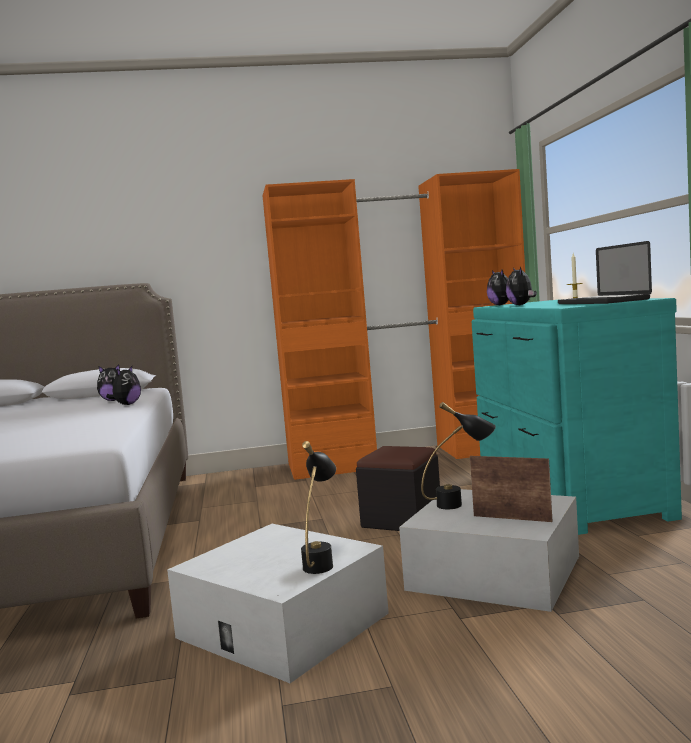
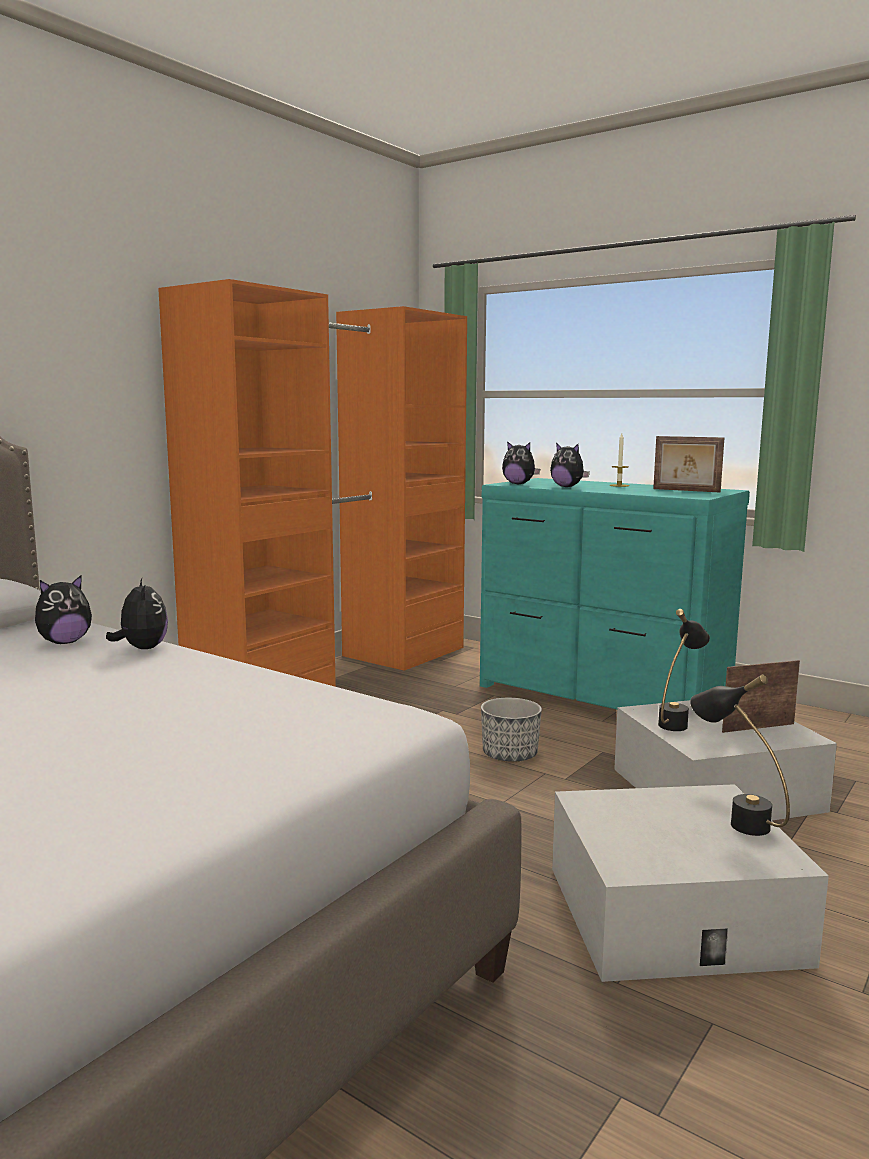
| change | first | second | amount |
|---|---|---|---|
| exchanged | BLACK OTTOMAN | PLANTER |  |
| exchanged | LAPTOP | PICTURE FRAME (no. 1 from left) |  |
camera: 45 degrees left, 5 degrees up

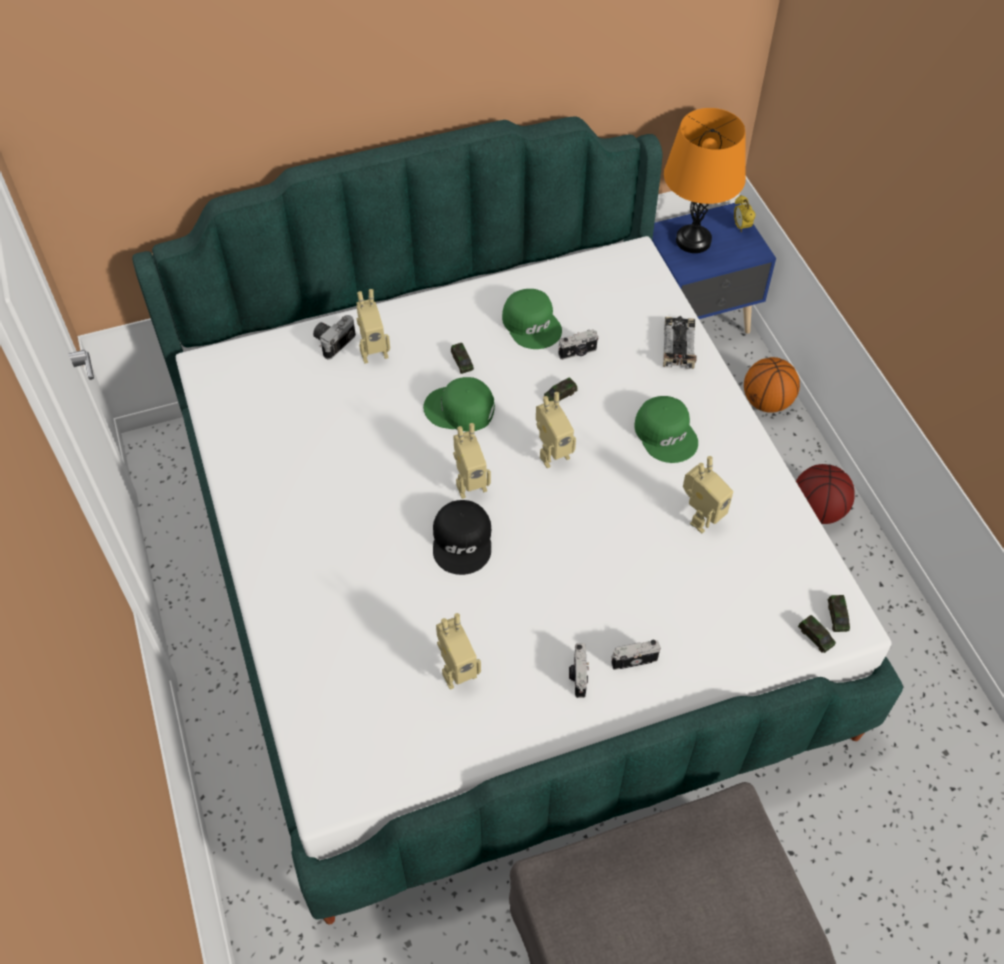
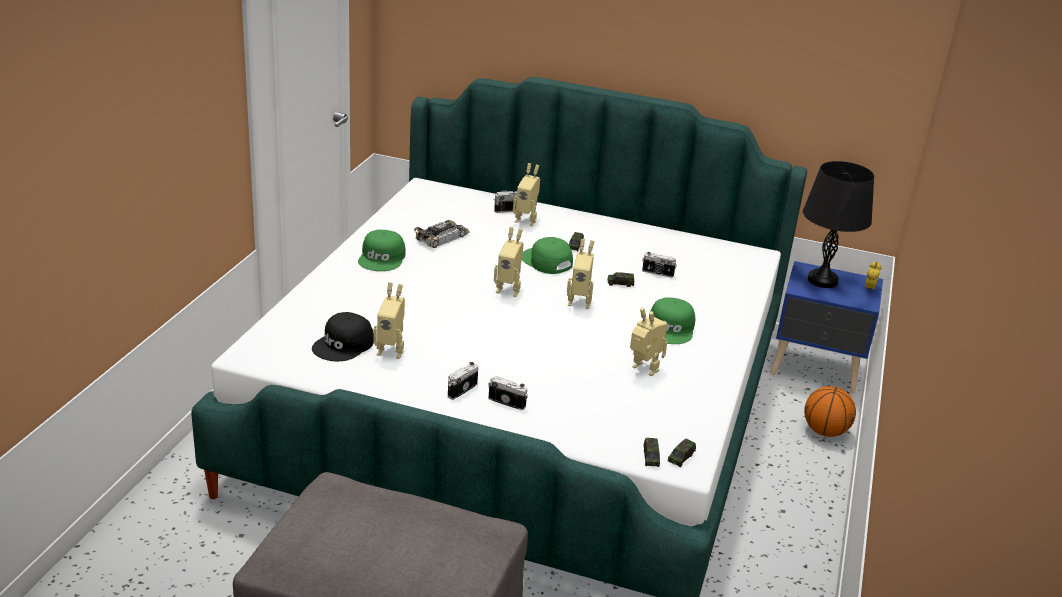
| change | first | second | amount |
|---|---|---|---|
| relocated | BLACK CAP |  |  |
| relocated | GREEN CAP (no. 2 from left in the first image) | GREEN CAP (no. 1 from left) |  |
| relocated | TOY CAR (no. 3 from left in the first image) | TOY CAR (no. 1 from left) |  |
| spun | TOY ROBOT (no. 5 from left) |  | 135 degrees counterclockwise |
| colour | ORANGE TABLE LAMP | BLACK TABLE LAMP |  |
| missing | BASKETBALL (no. 2 from left) |  |  |
camera: 35 degrees right, 25 degrees down

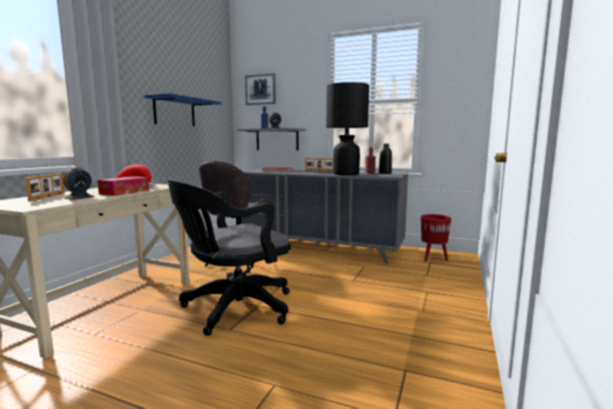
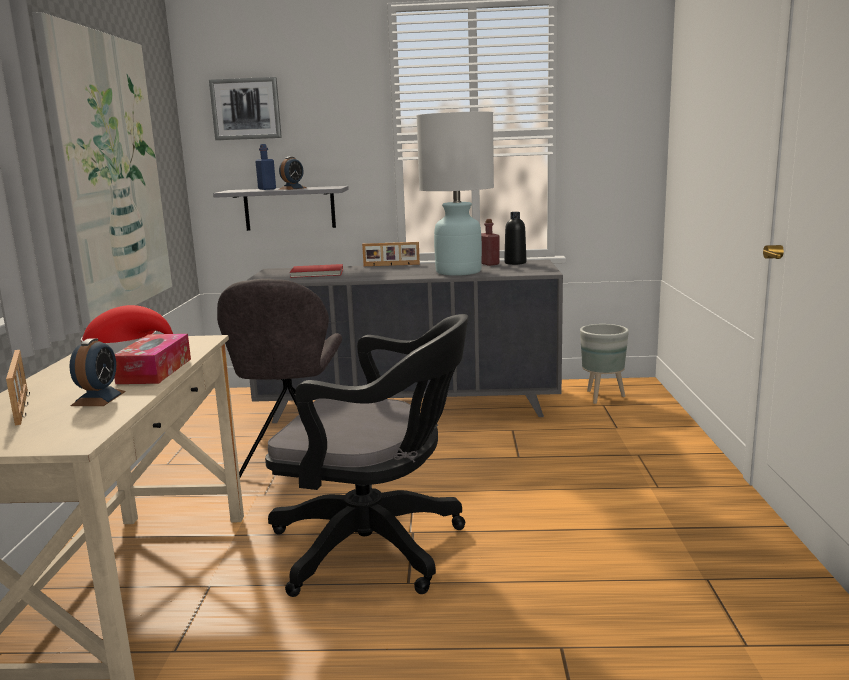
| change | first | second | amount |
|---|---|---|---|
| exchanged | BLUE SHELF | PICTURE (no. 1 from left) |  |
| spun | BLACK OFFICE CHAIR |  | 105 degrees counterclockwise |
| colour | BLACK TABLE LAMP | WHITE TABLE LAMP |  |
| colour | RED PLANTER | GREY PLANTER |  |
camera: 20 degrees left, 5 degrees up

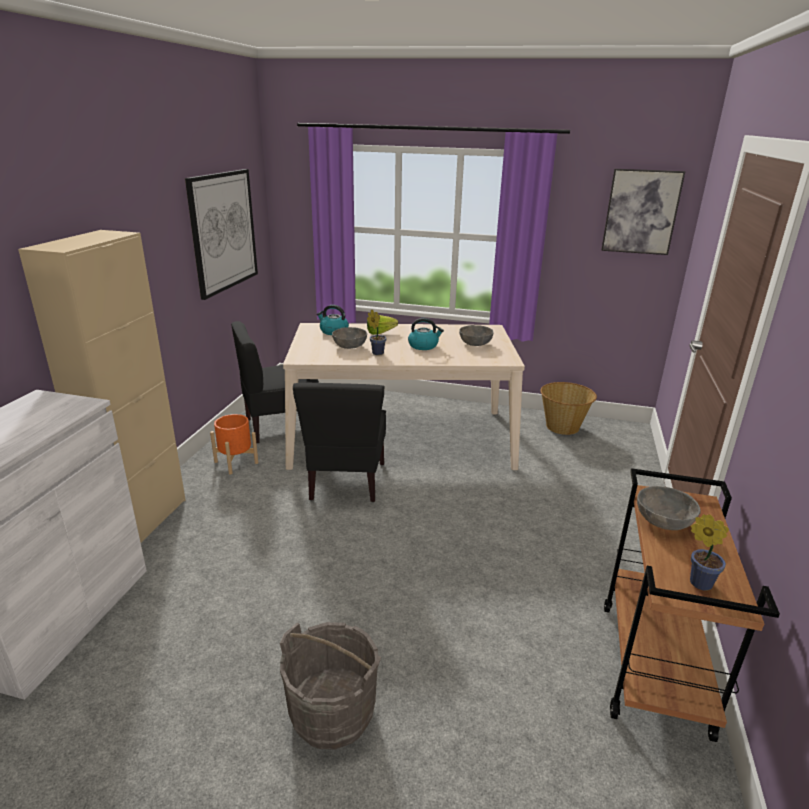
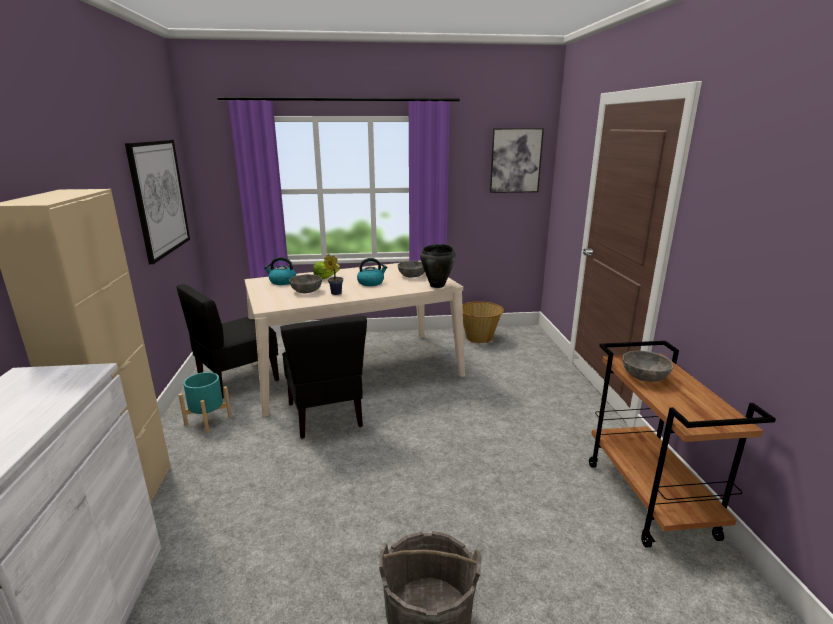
| change | first | second | amount |
|---|---|---|---|
| colour | ORANGE PLANTER | TURQUOISE PLANTER |  |
| appeared |  | BLACK COOKING POT |  |
| missing | POTTED PLANT (no. 2 from left) |  |  |
camera: 20 degrees left, 5 degrees down

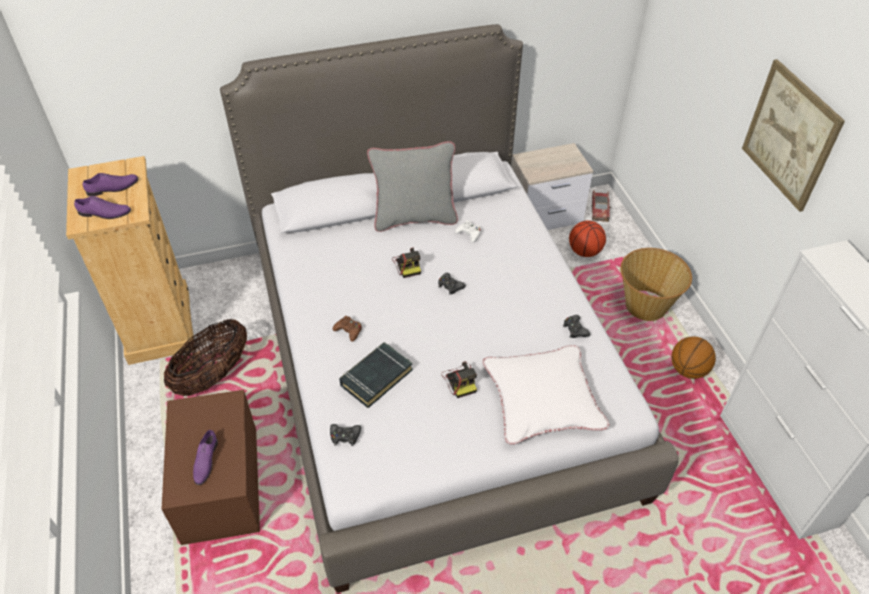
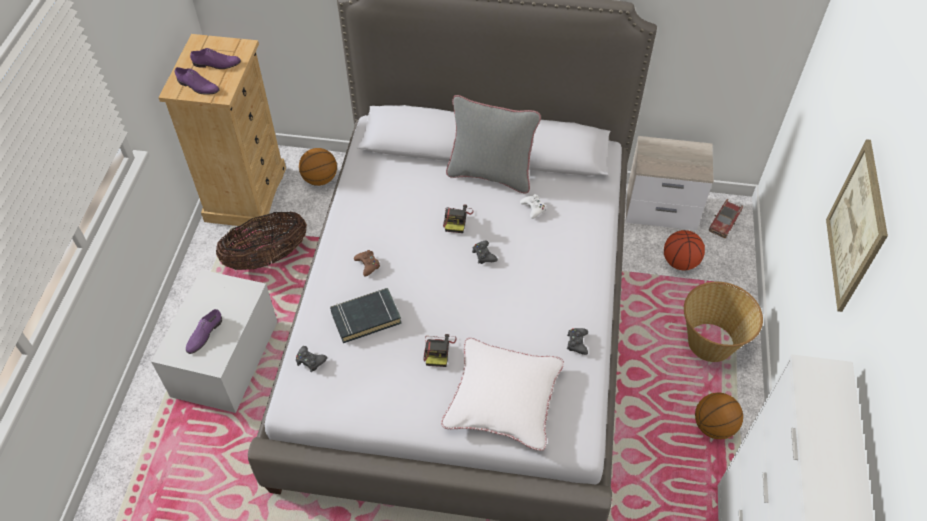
| change | first | second | amount |
|---|---|---|---|
| colour | BROWN STORAGE BOX | WHITE STORAGE BOX |  |
| appeared |  | BASKETBALL (no. 1 from left) |  |
camera: 25 degrees right, 5 degrees up

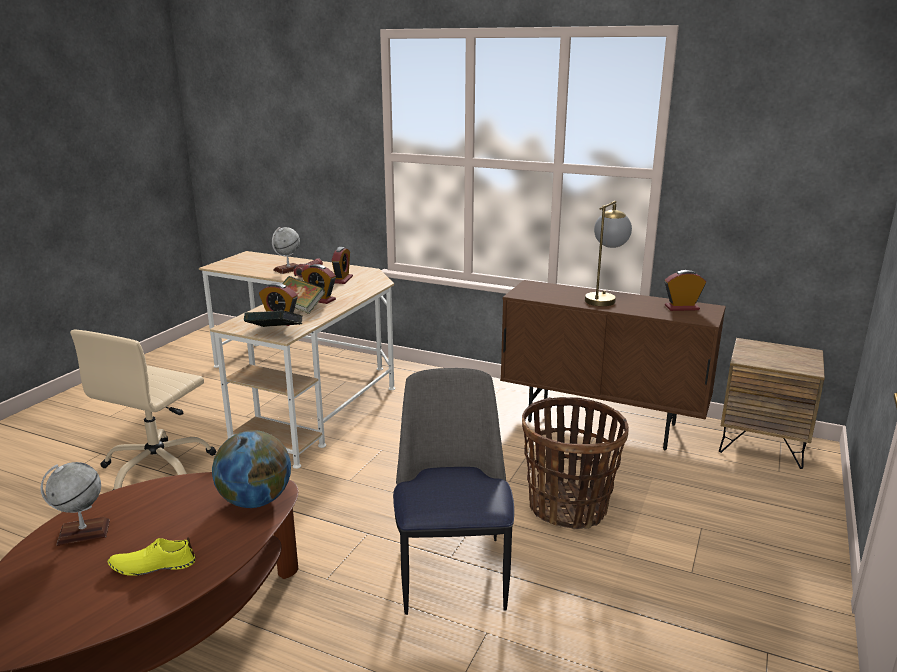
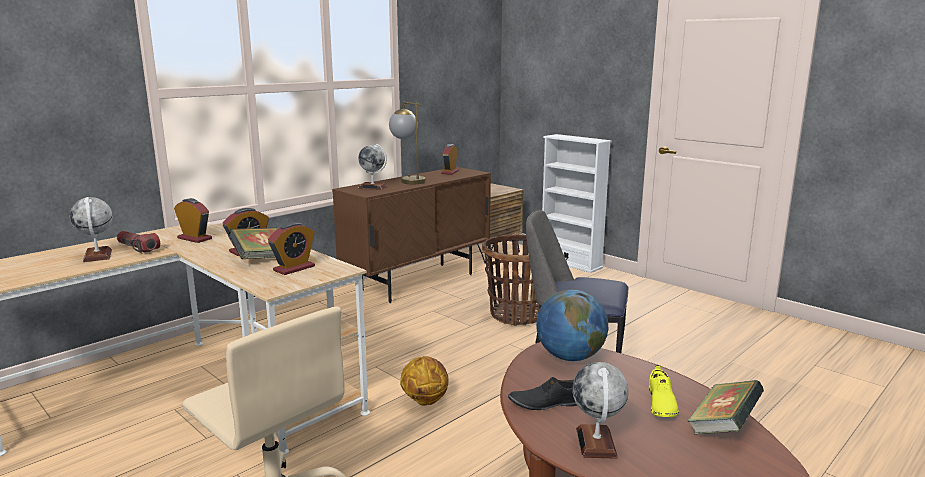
| change | first | second | amount |
|---|---|---|---|
| appeared |  | GLOBE (no. 2 from left) |  |
| appeared |  | BASKETBALL |  |
| appeared |  | BLACK SHOE |  |
| appeared |  | WHITE BOOKCASE |  |
| relocated | BOOK (no. 1 from left in the first image) | BOOK (no. 2 from left) |  |
camera: 70 degrees left, 5 degrees down

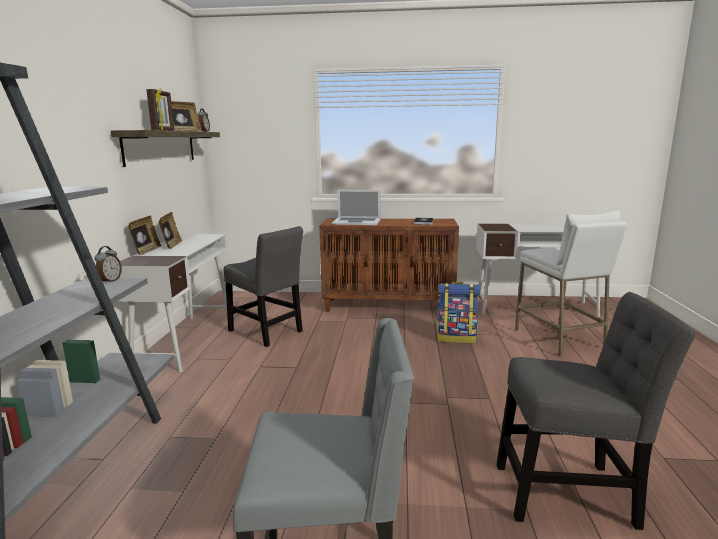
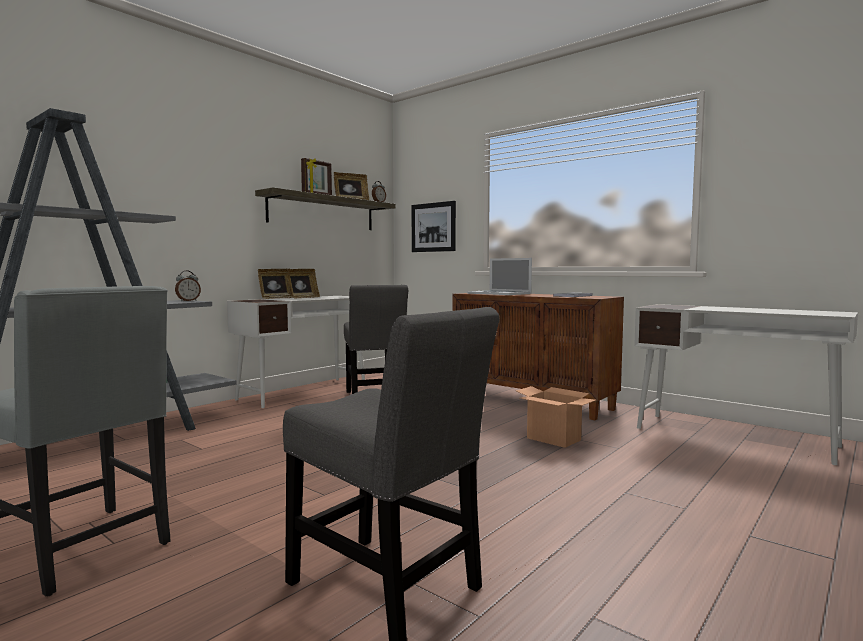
| change | first | second | amount |
|---|---|---|---|
| appeared |  | PICTURE |  |
| exchanged | BACKPACK | CARDBOARD BOX |  |
| missing | WHITE STOOL |  |  |
camera: 35 degrees right, 10 degrees down

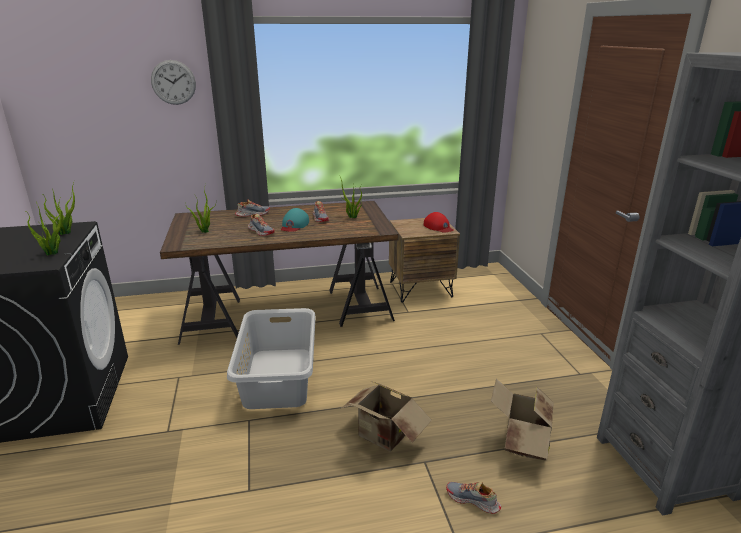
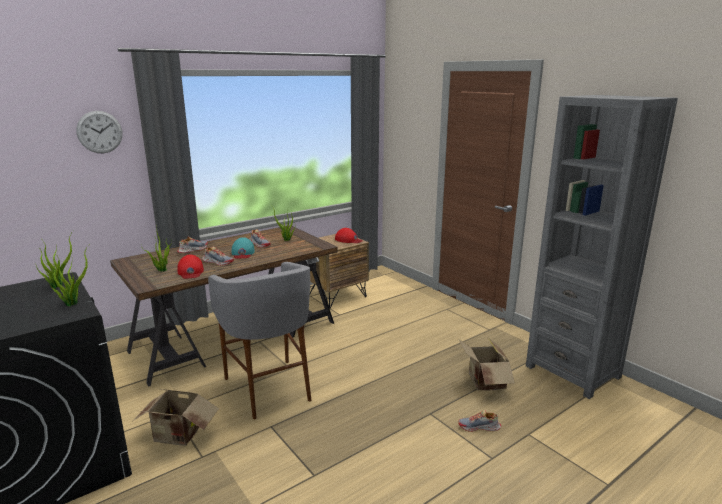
| change | first | second | amount |
|---|---|---|---|
| relocated | CARDBOARD BOX (no. 1 from left) |  |  |
| appeared |  | RED CAP (no. 1 from left) |  |
| exchanged | GREY LAUNDRY BASKET | GREY STOOL |  |
camera: 25 degrees left, 5 degrees down

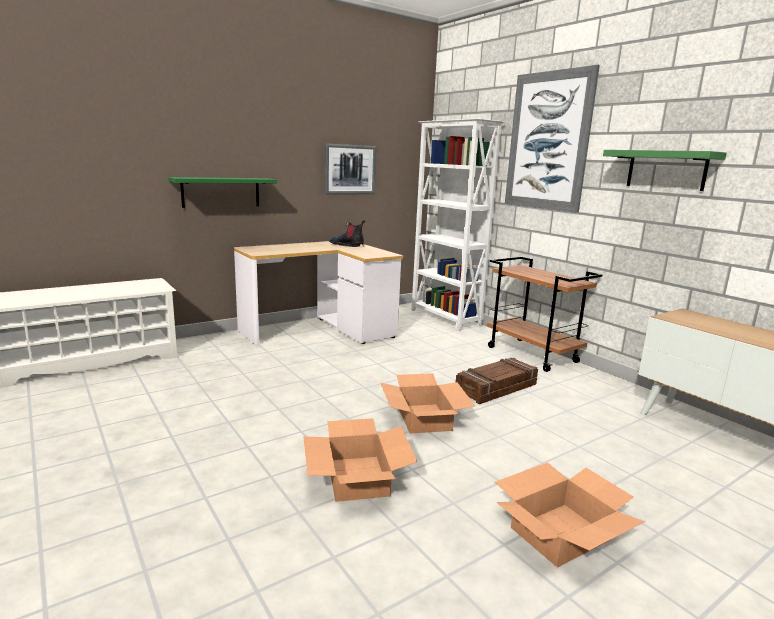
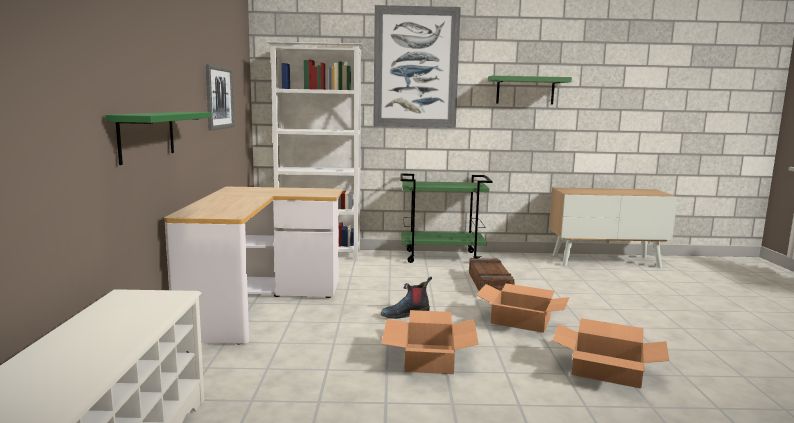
| change | first | second | amount |
|---|---|---|---|
| relocated | BOOT |  |  |
| relocated | CARDBOARD BOX (no. 3 from left in the first image) | CARDBOARD BOX (no. 1 from left) |  |
| colour | BROWN CART | GREEN CART |  |
camera: 55 degrees left, 5 degrees down

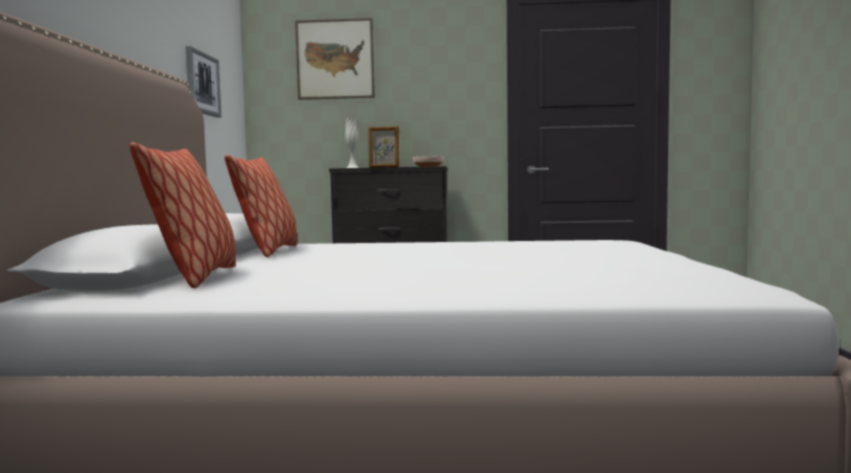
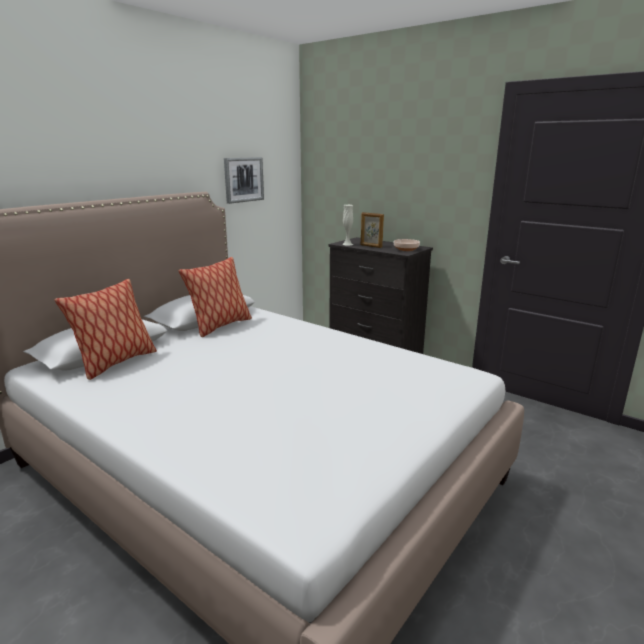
| change | first | second | amount |
|---|---|---|---|
| missing | PICTURE (no. 2 from left) |  |  |
camera: 35 degrees right, 15 degrees up

